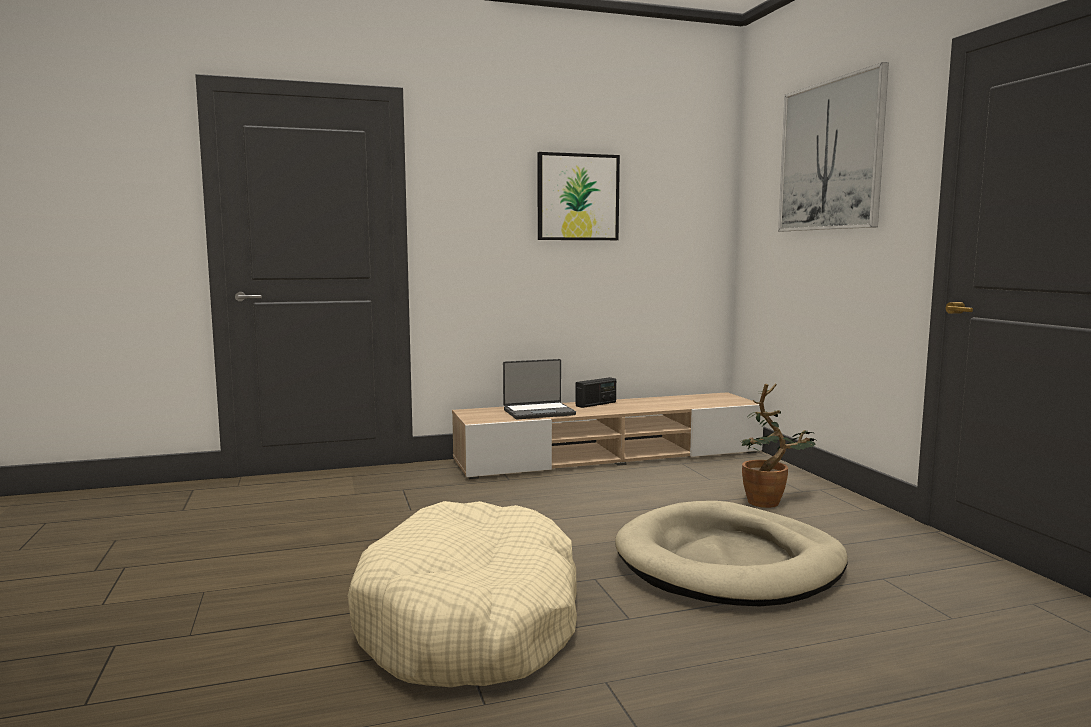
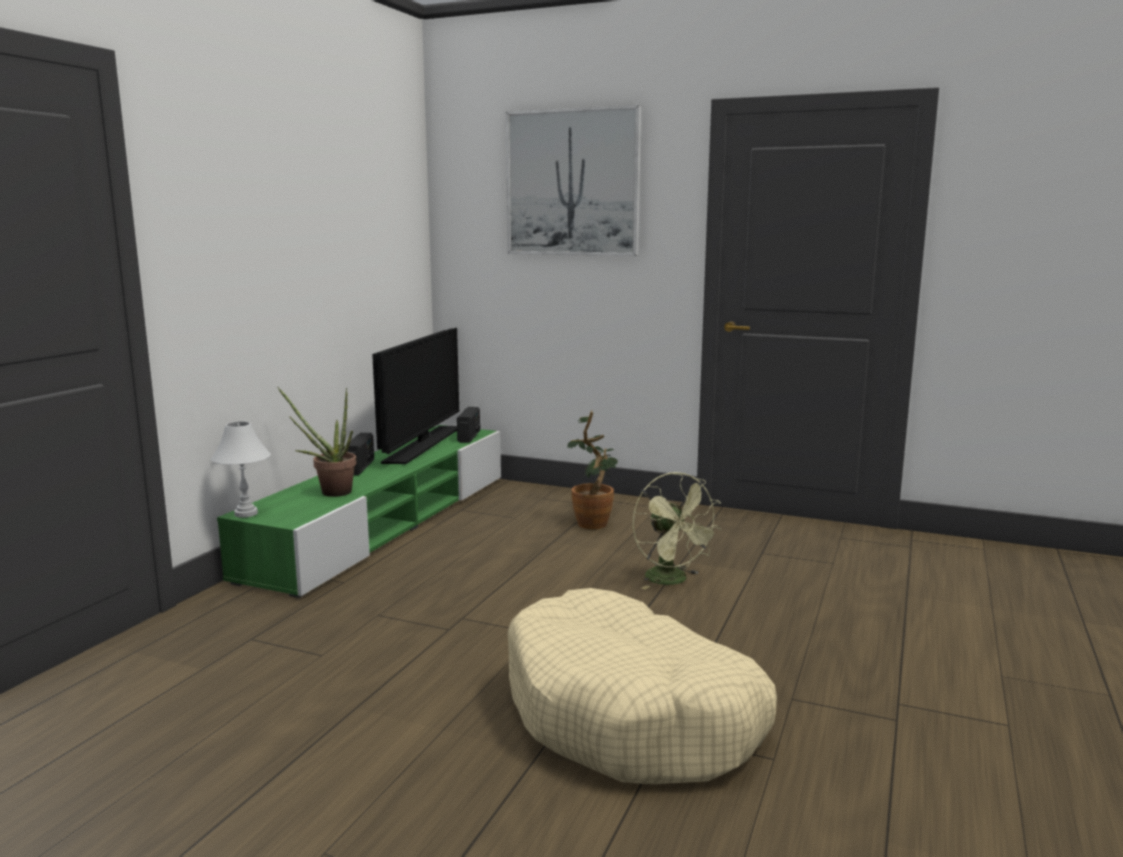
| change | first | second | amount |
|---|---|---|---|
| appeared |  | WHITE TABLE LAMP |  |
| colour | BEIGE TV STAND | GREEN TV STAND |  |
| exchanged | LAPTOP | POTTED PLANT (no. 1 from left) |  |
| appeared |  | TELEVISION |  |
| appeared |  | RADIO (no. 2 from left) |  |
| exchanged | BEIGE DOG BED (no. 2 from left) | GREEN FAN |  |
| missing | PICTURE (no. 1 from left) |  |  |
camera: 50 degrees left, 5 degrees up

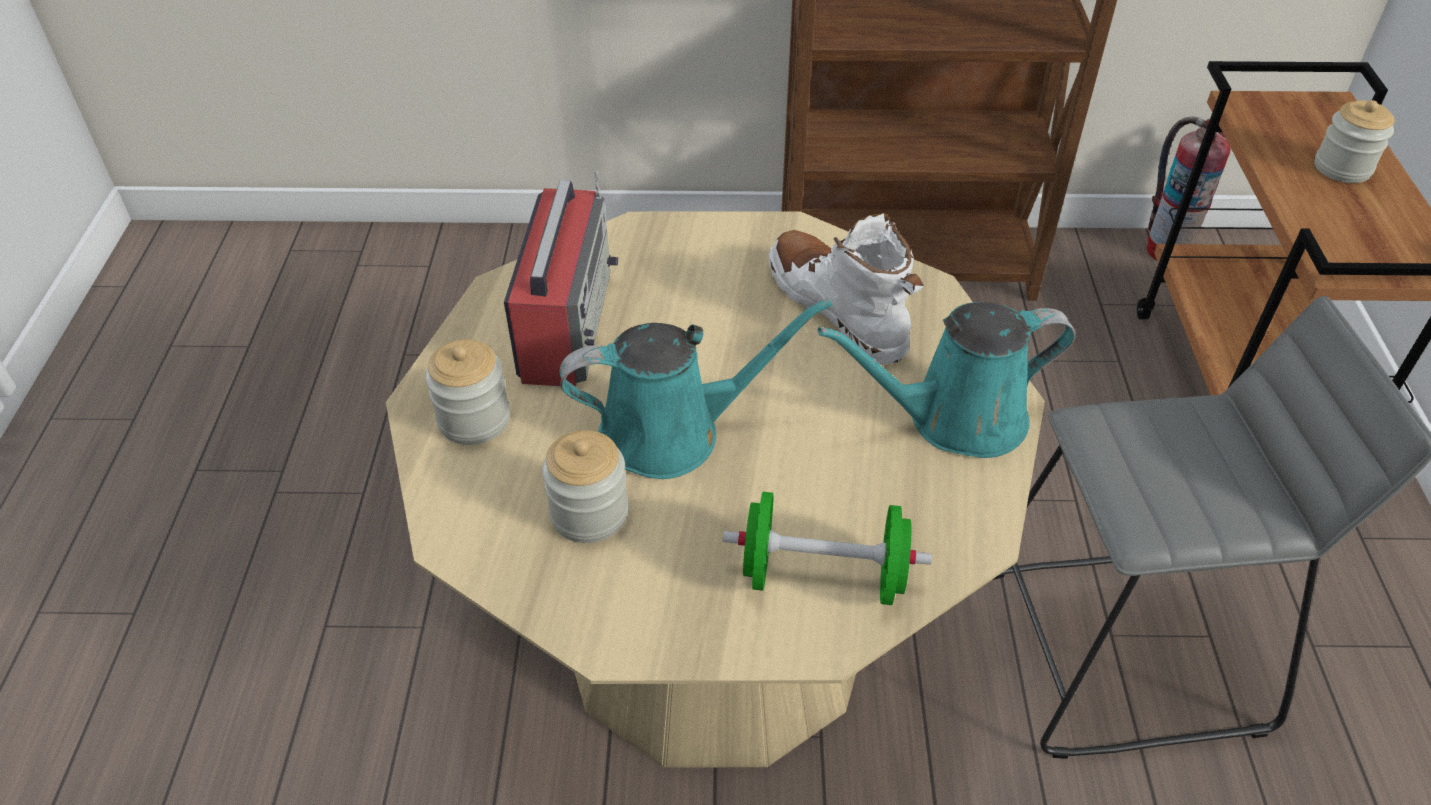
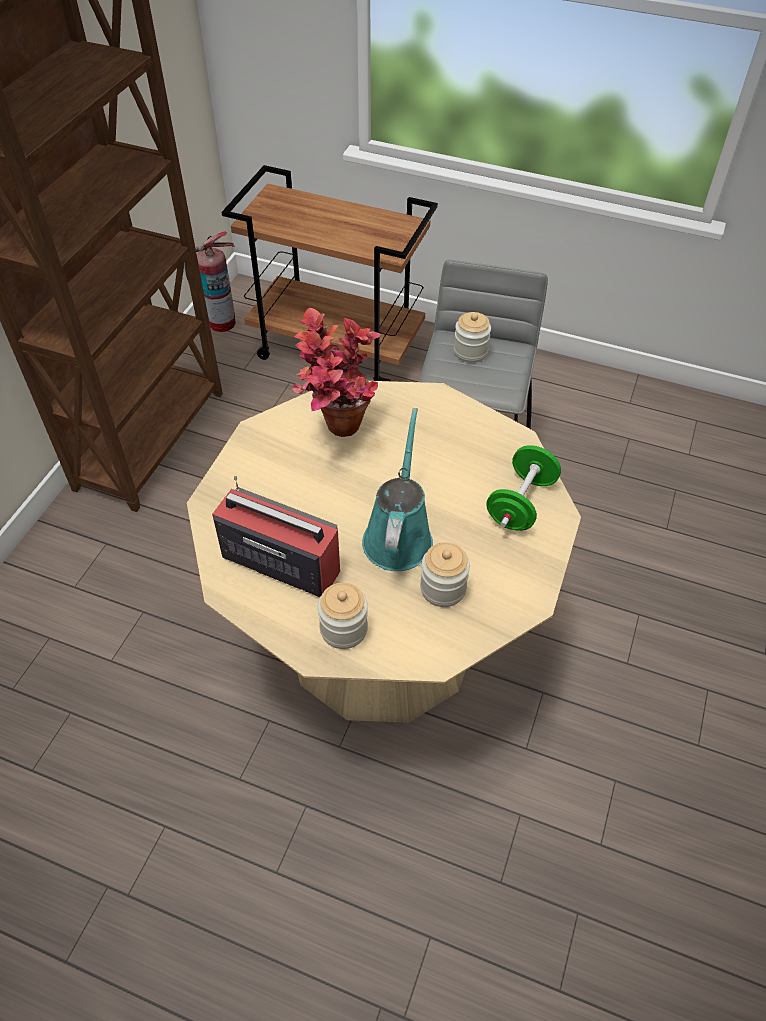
| change | first | second | amount |
|---|---|---|---|
| exchanged | WHITE BOOT | POTTED PLANT |  |
| relocated | JAR (no. 3 from left) |  |  |
| missing | TURQUOISE WATERING CAN (no. 2 from left) |  |  |
camera: 70 degrees left, 5 degrees up

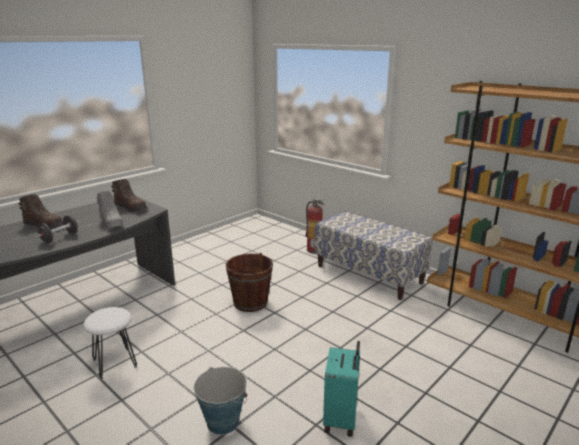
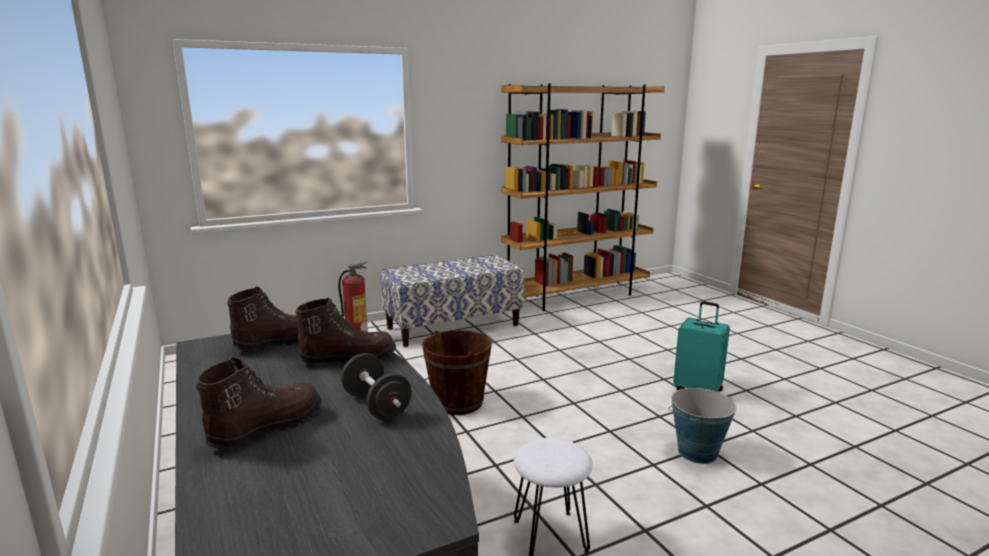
| change | first | second | amount |
|---|---|---|---|
| colour | GREY BOOT | BROWN BOOT (no. 3 from left) |  |
camera: 70 degrees left, 5 degrees down

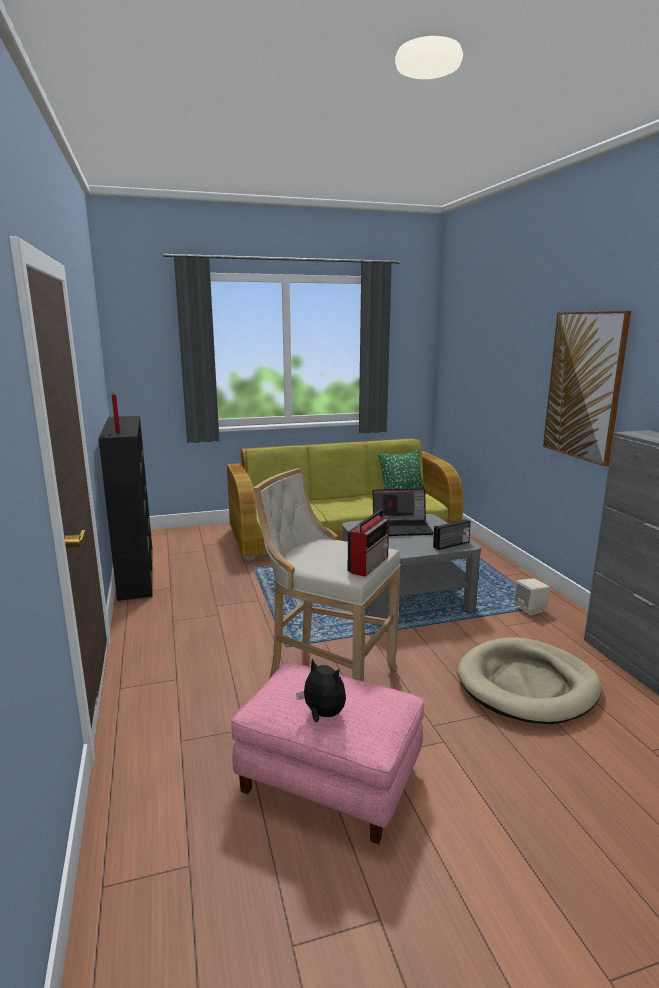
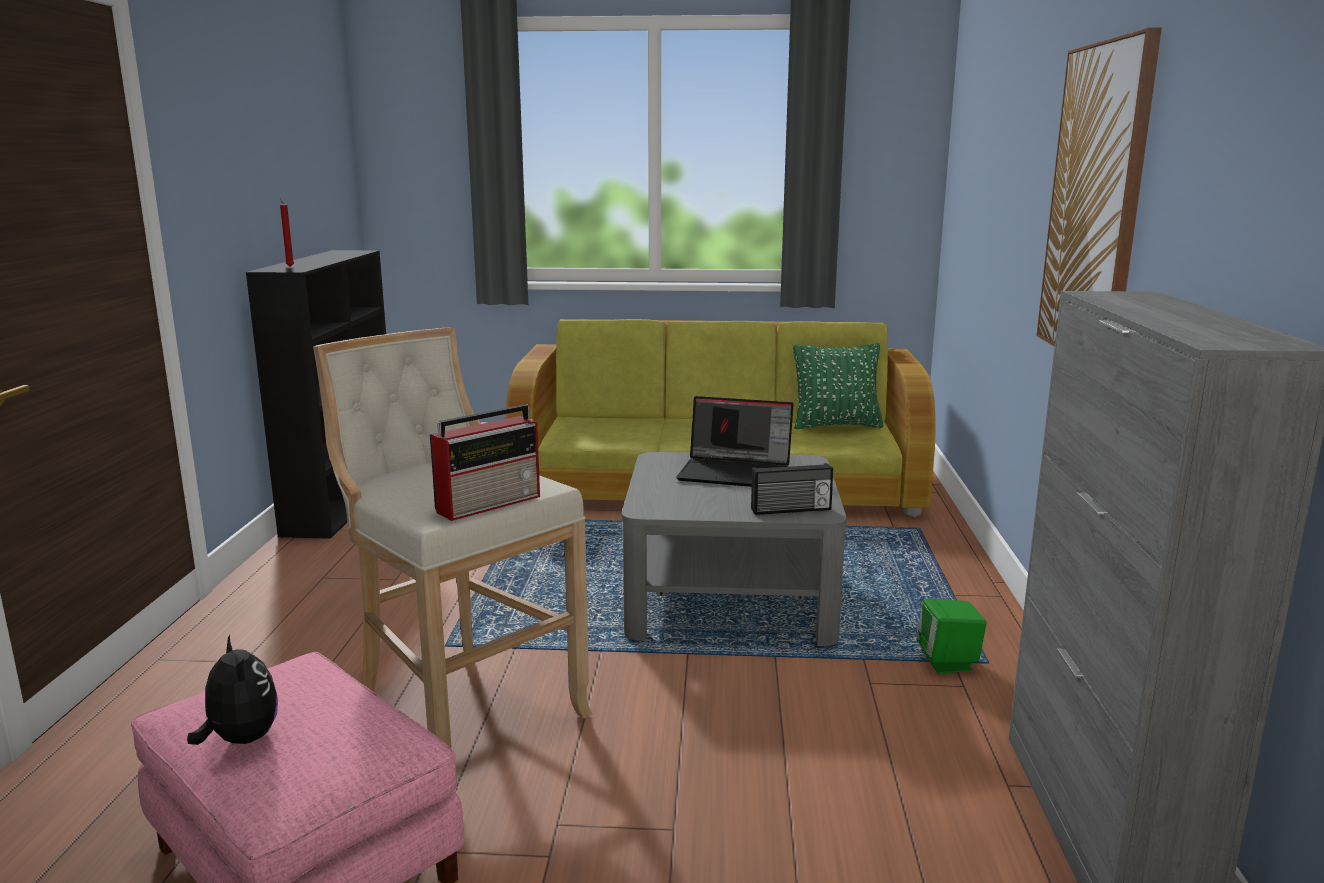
| change | first | second | amount |
|---|---|---|---|
| colour | BEIGE SPEAKER | GREEN SPEAKER |  |
| missing | BEIGE DOG BED |  |  |
camera: 20 degrees right, 0 degrees up

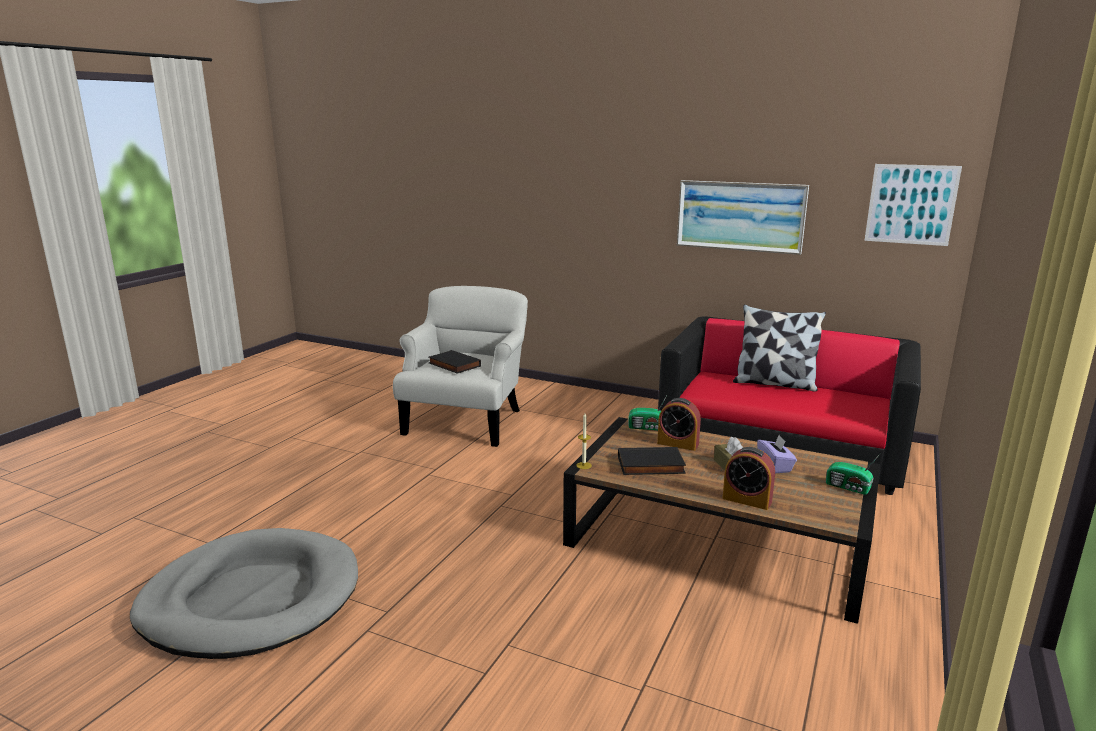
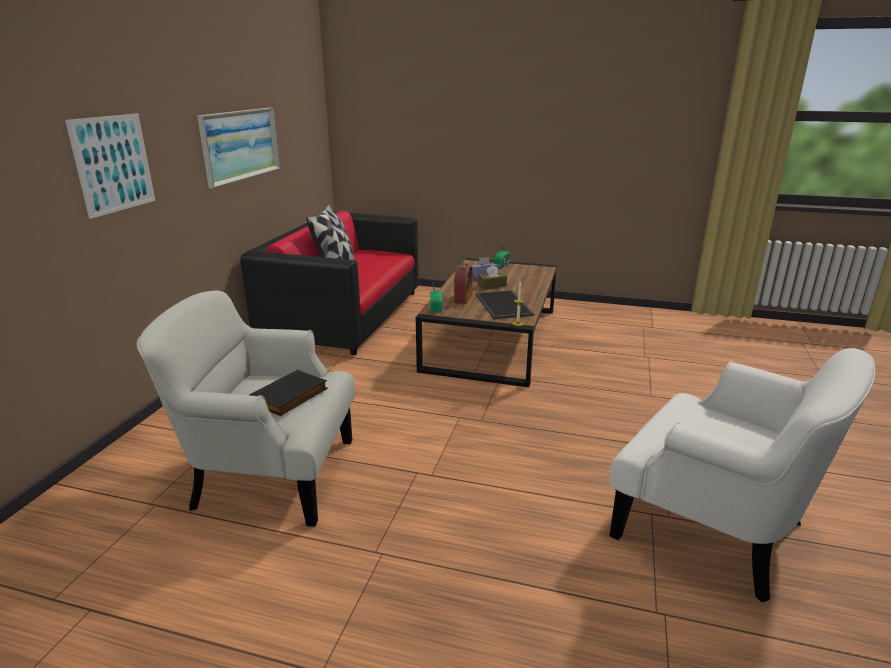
| change | first | second | amount |
|---|---|---|---|
| relocated | PICTURE (no. 2 from left in the first image) | PICTURE (no. 1 from left) |  |
| exchanged | BLACK BOOK (no. 2 from left) | TRAY |  |
| exchanged | GREY DOG BED | WHITE ARMCHAIR (no. 2 from left) |  |
| missing | ALARM CLOCK (no. 2 from left) |  |  |
camera: 100 degrees left, 5 degrees up

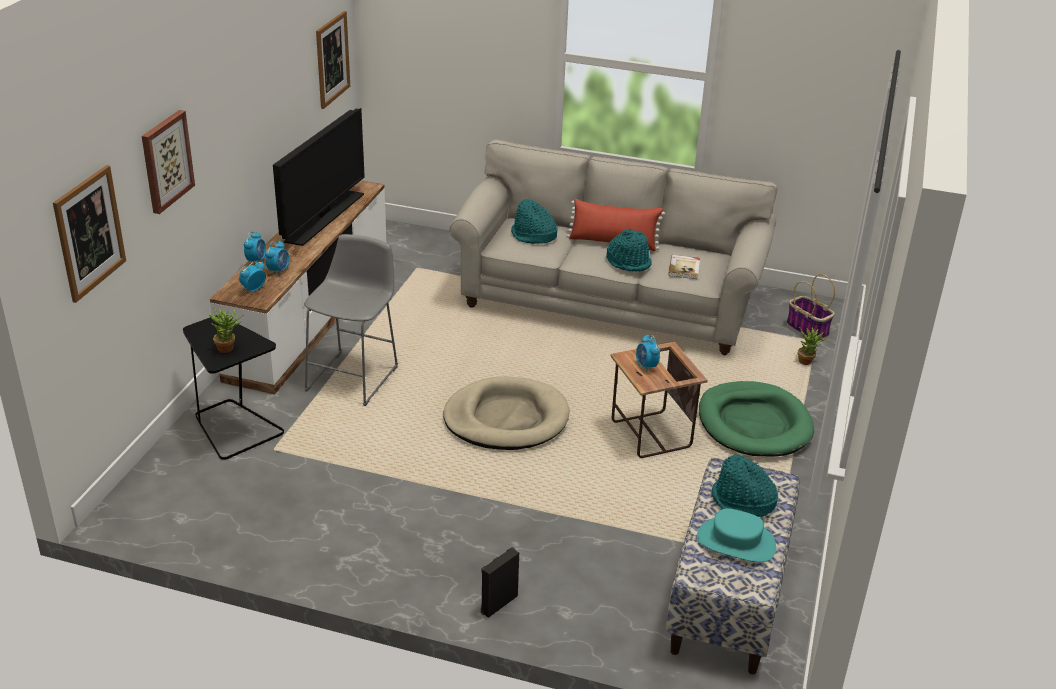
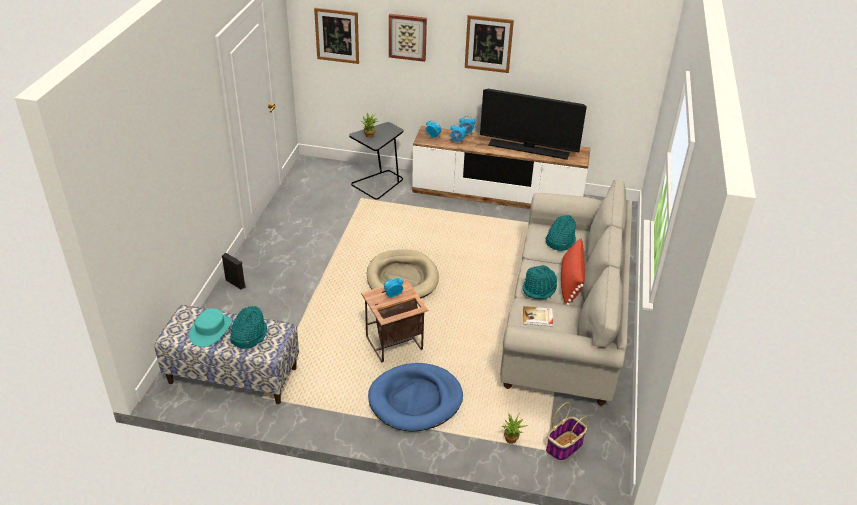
| change | first | second | amount |
|---|---|---|---|
| colour | GREEN DOG BED | BLUE DOG BED |  |
| relocated | PICTURE (no. 3 from left) |  |  |
| missing | GREY STOOL |  |  |
camera: 85 degrees right, 5 degrees up

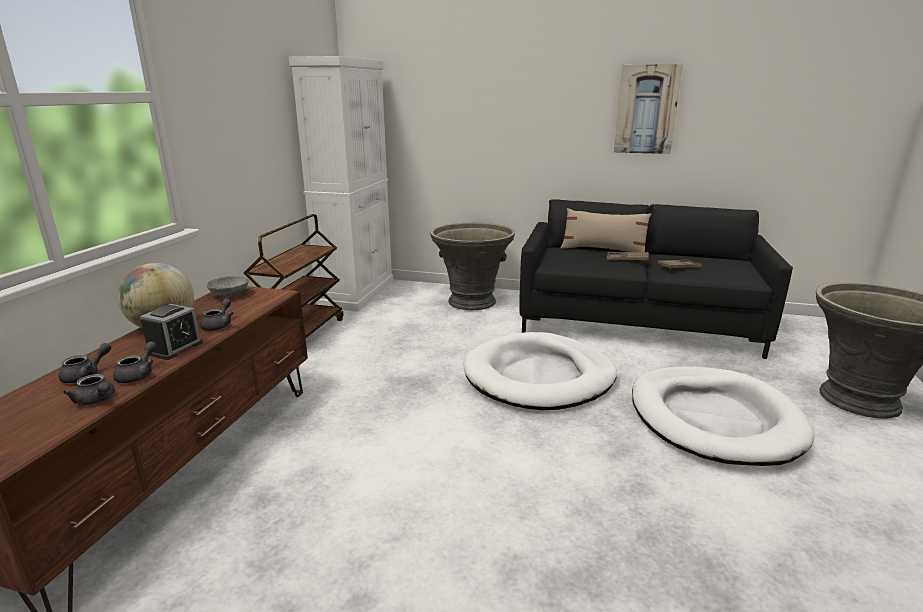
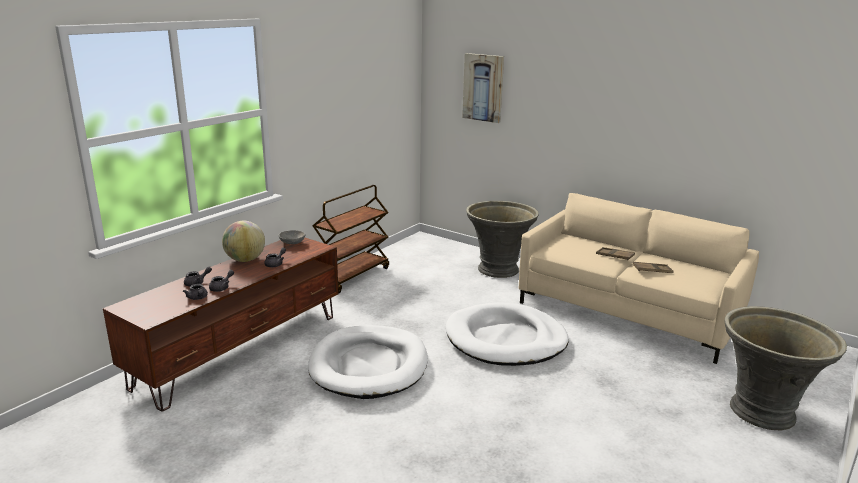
| change | first | second | amount |
|---|---|---|---|
| relocated | WHITE DOG BED (no. 2 from left in the first image) | WHITE DOG BED (no. 1 from left) |  |
| relocated | PICTURE |  |  |
| colour | BLACK SOFA | BEIGE SOFA |  |
| missing | ALARM CLOCK |  |  |
| missing | WHITE CABINET |  |  |
| missing | BEIGE PILLOW |  |  |
camera: 20 degrees right, 0 degrees up

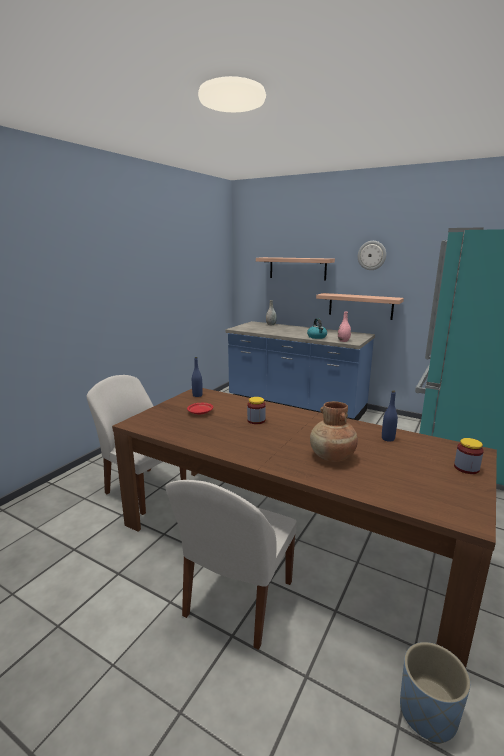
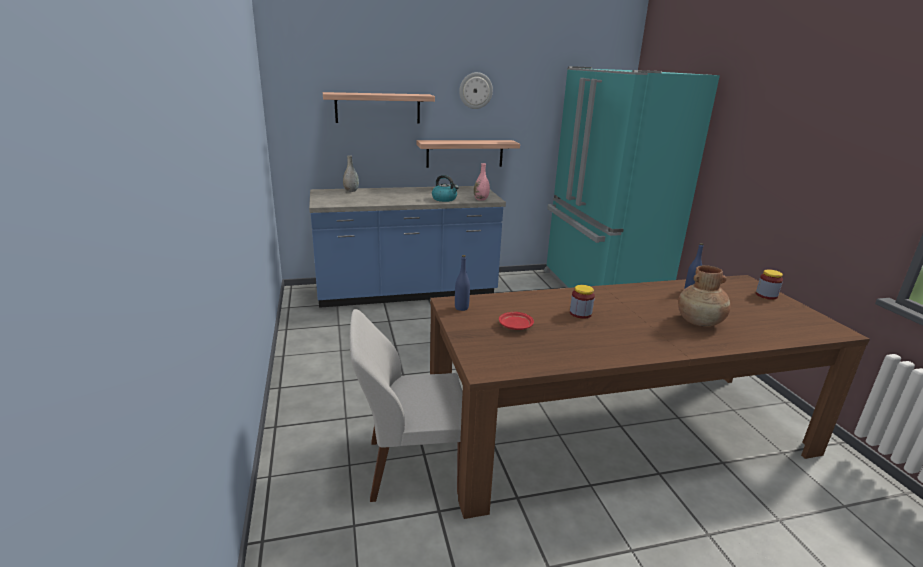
| change | first | second | amount |
|---|---|---|---|
| missing | WHITE CHAIR (no. 2 from left) |  |  |
| missing | BLUE PLANTER |  |  |
camera: 45 degrees left, 5 degrees up

